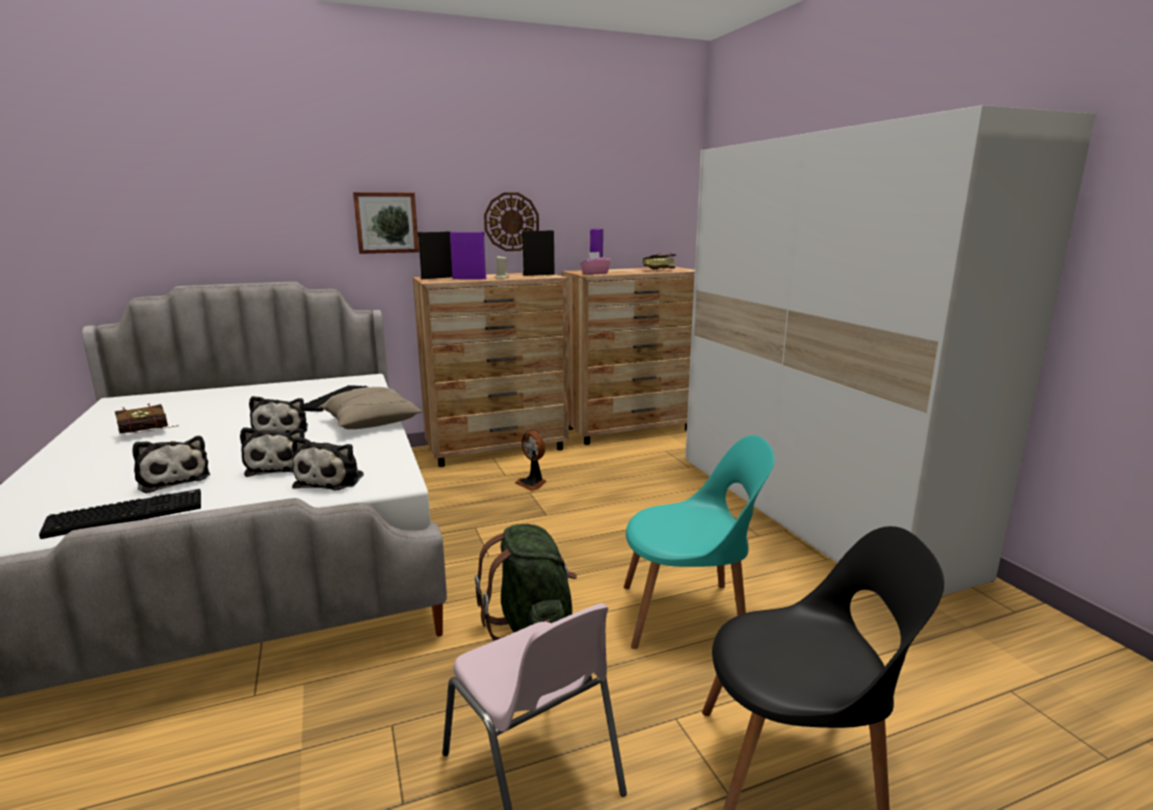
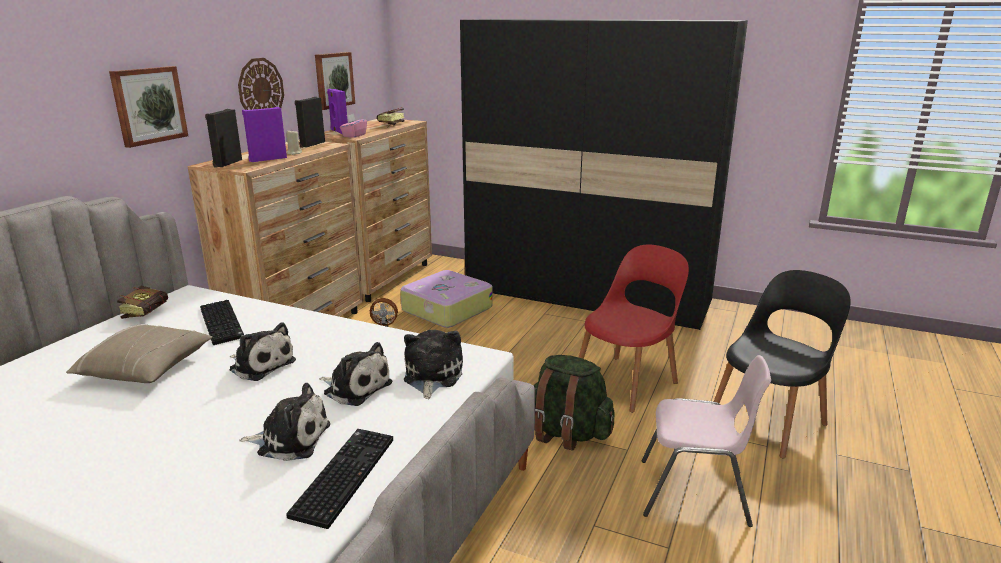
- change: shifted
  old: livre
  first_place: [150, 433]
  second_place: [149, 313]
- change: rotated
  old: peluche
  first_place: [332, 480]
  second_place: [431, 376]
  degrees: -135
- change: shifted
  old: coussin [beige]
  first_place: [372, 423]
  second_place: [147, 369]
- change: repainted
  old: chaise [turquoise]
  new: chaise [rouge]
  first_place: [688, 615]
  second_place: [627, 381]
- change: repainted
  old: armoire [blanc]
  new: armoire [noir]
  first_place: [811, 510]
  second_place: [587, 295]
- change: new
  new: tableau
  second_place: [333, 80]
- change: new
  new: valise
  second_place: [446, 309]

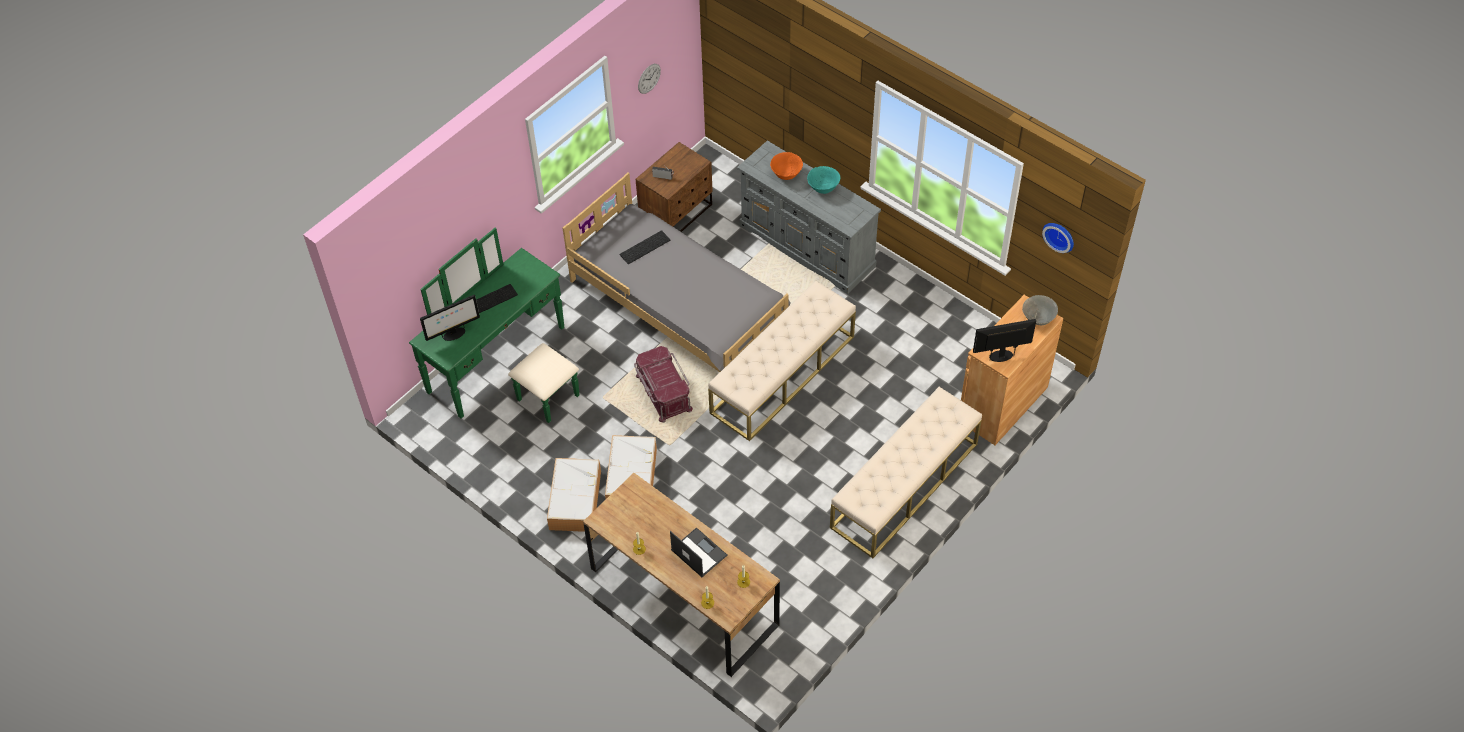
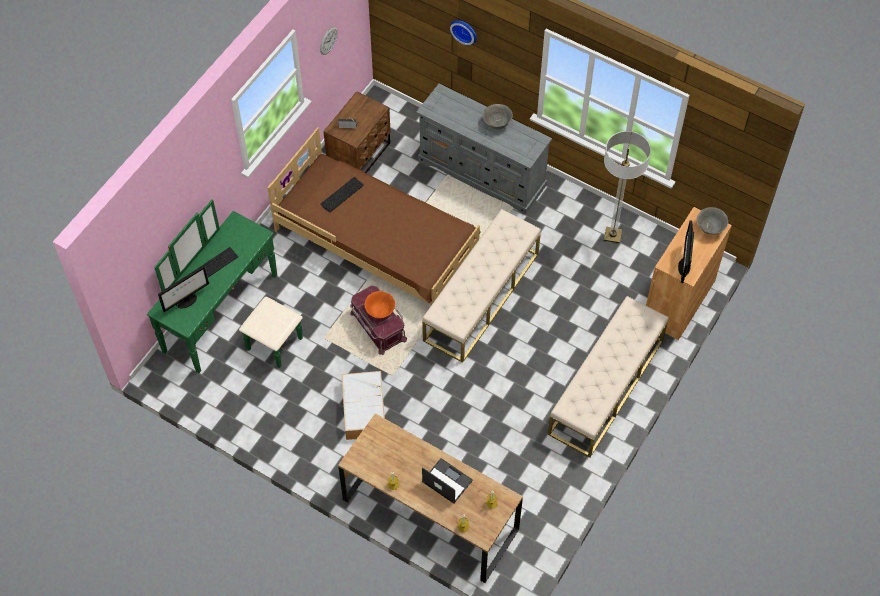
- change: gone
  old: boîte de rangement
  first_place: [575, 499]
- change: repainted
  old: lit [gris]
  new: lit [marron]
  first_place: [679, 305]
  second_place: [377, 242]
- change: shifted
  old: bol [orange]
  first_place: [786, 174]
  second_place: [380, 311]
- change: repainted
  old: bol [turquoise]
  new: bol [gris]
  first_place: [823, 188]
  second_place: [497, 124]
- change: rotated
  old: écran d'ordinateur
  first_place: [1001, 355]
  second_place: [684, 266]
  degrees: -60
- change: shifted
  old: horloge murale
  first_place: [1060, 235]
  second_place: [464, 30]
- change: new
  new: lampadaire
  second_place: [612, 235]

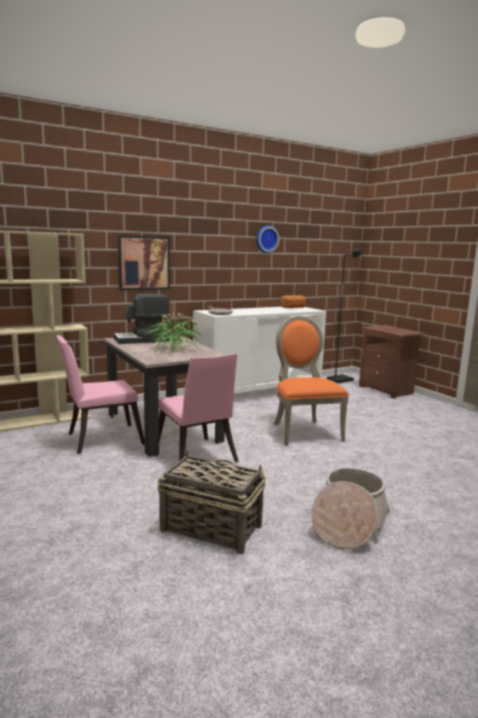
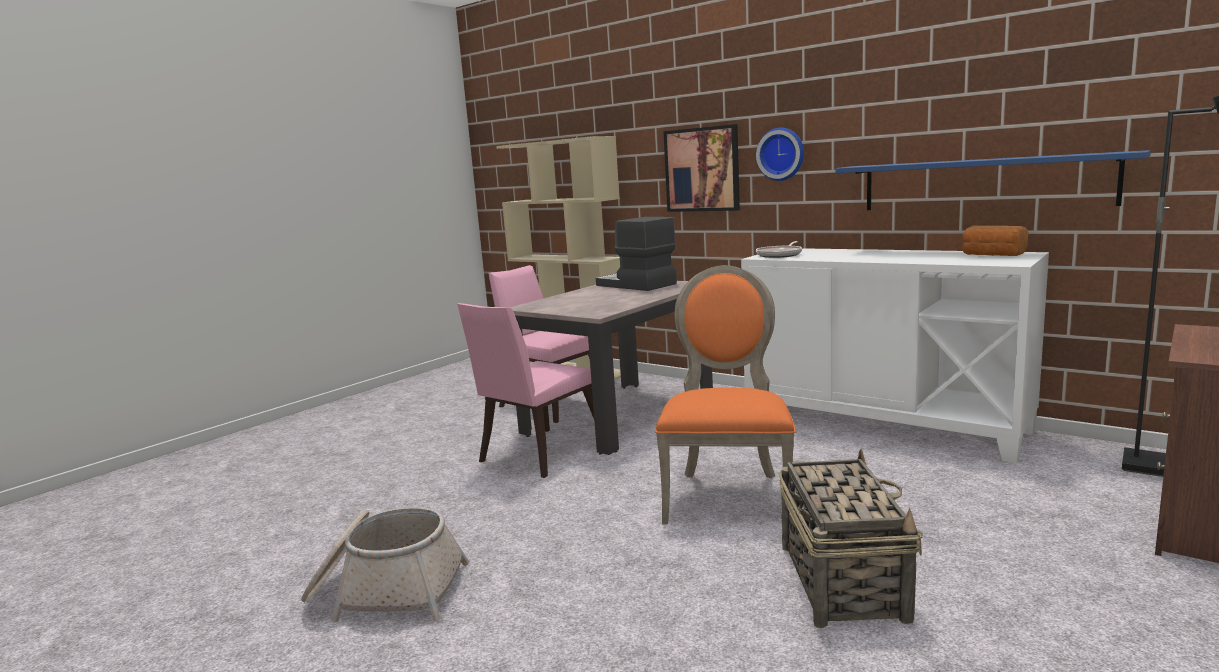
- change: gone
  old: plante en pot
  first_place: [174, 349]
- change: shifted
  old: panier
  first_place: [210, 527]
  second_place: [841, 580]
- change: shifted
  old: horloge murale
  first_place: [266, 239]
  second_place: [781, 154]
- change: rotated
  old: chaise [orange]
  first_place: [303, 431]
  second_place: [728, 495]
  degrees: -45
- change: new
  new: étagère [bleu]
  second_place: [983, 183]

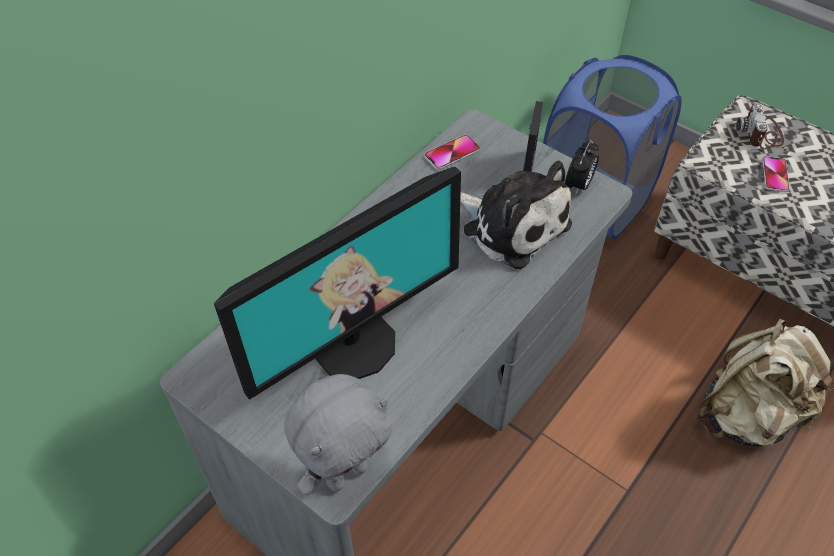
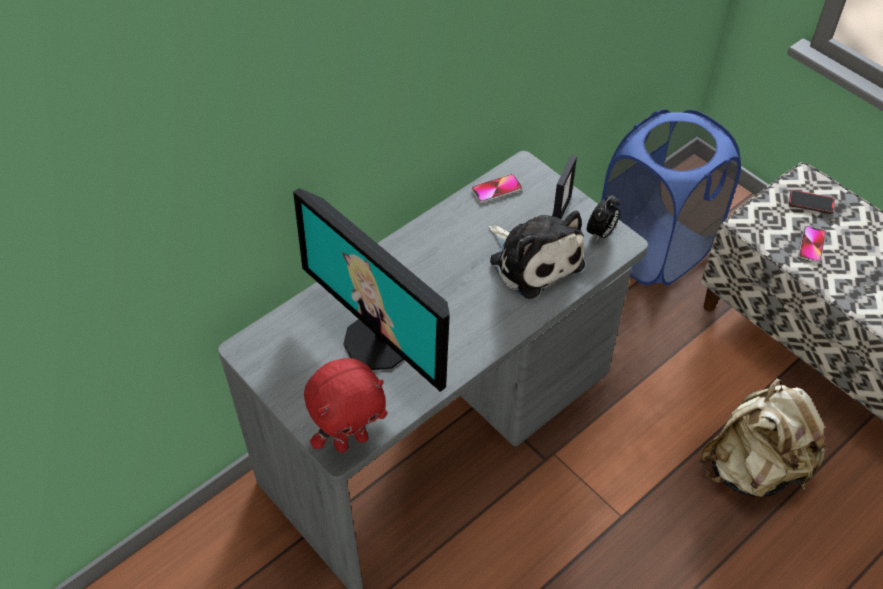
- change: rotated
  old: écran d'ordinateur
  first_place: [355, 344]
  second_place: [378, 342]
  degrees: 75
- change: repainted
  old: peluche [gris]
  new: peluche [rouge]
  first_place: [346, 473]
  second_place: [351, 440]
- change: swapped
  old: appareil photo
  new: téléphone
  first_place: [761, 134]
  second_place: [811, 203]

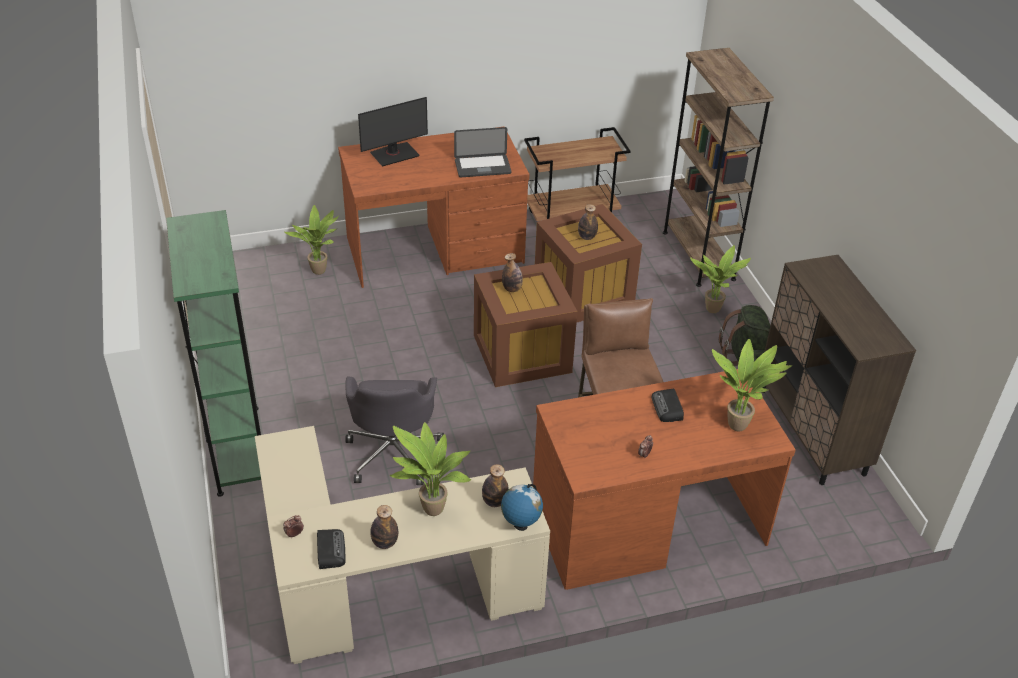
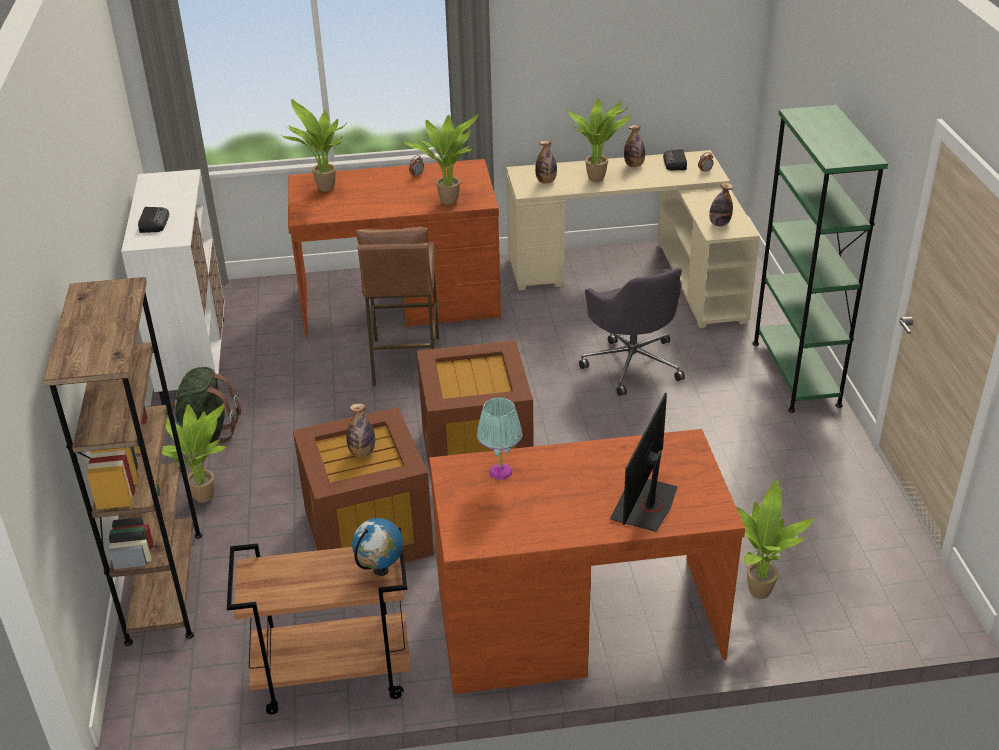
- change: rotated
  old: chaise de bureau [gris]
  first_place: [394, 452]
  second_place: [632, 363]
  degrees: 150
- change: rotated
  old: écran d'ordinateur
  first_place: [394, 154]
  second_place: [645, 504]
  degrees: -45
- change: swapped
  old: ordinateur portable
  new: lampe de table [turquoise]
  first_place: [482, 167]
  second_place: [500, 472]
- change: shifted
  old: globe
  first_place: [520, 525]
  second_place: [380, 570]
- change: shifted
  old: bouteille
  first_place: [512, 289]
  second_place: [719, 224]
- change: shifted
  old: radio
  first_place: [667, 408]
  second_place: [154, 223]
- change: repainted
  old: meuble de rangement [marron]
  new: meuble de rangement [blanc]
  first_place: [811, 431]
  second_place: [194, 360]
- change: new
  new: plante en pot
  second_place: [449, 200]

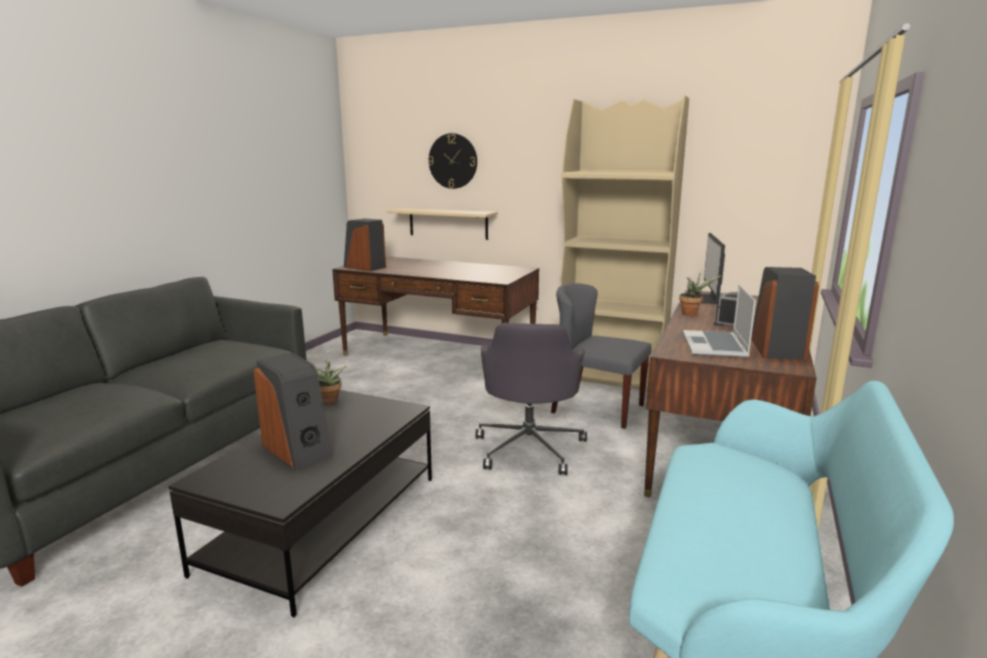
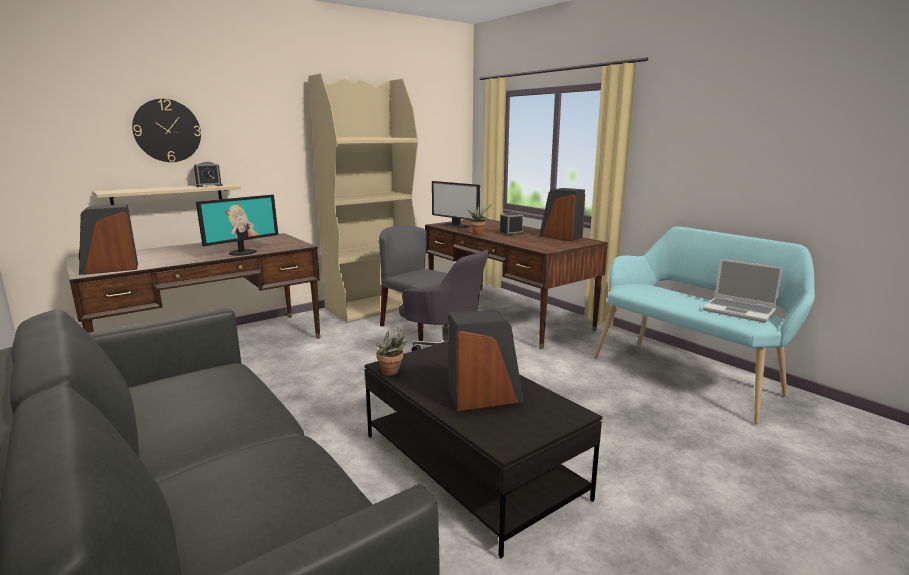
- change: rotated
  old: chaise [gris]
  first_place: [597, 408]
  second_place: [418, 326]
  degrees: 75
- change: shifted
  old: ordinateur portable
  first_place: [715, 346]
  second_place: [740, 311]
- change: new
  new: réveil
  second_place: [209, 185]
- change: new
  new: écran d'ordinateur
  second_place: [242, 252]

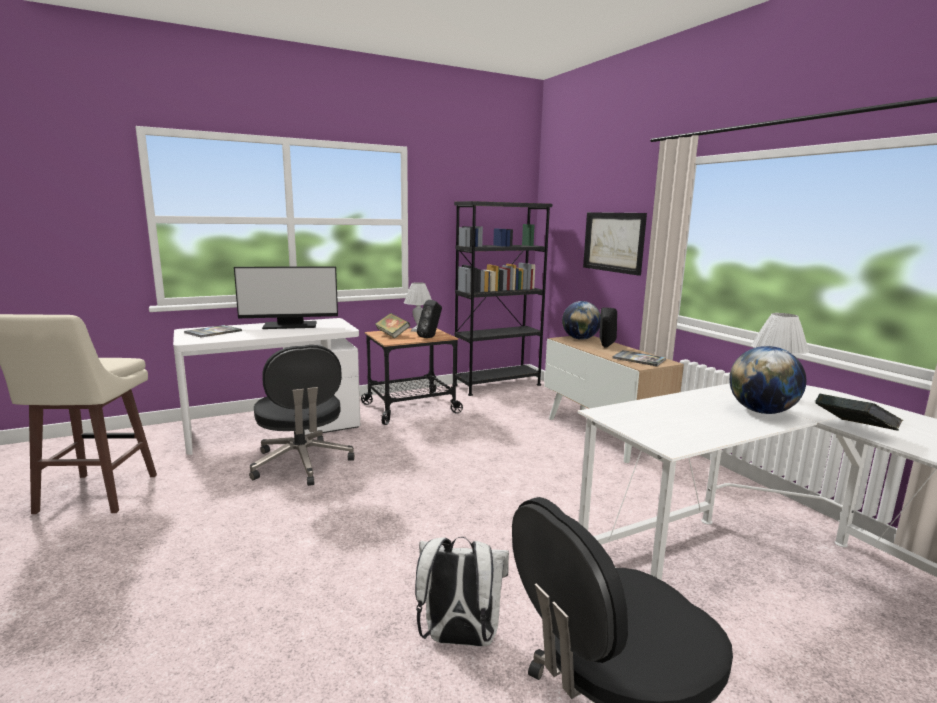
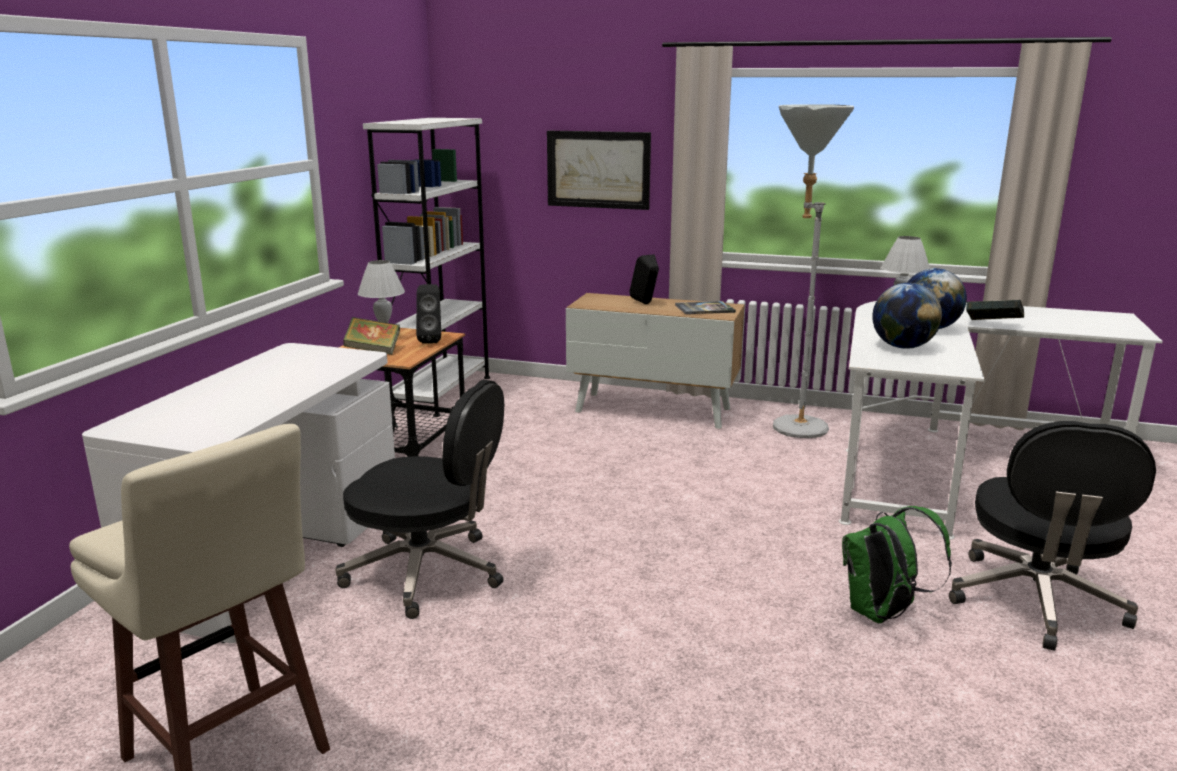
- change: gone
  old: livre
  first_place: [213, 332]
- change: gone
  old: écran d'ordinateur
  first_place: [290, 325]
- change: repainted
  old: sac à dos [blanc]
  new: sac à dos [vert]
  first_place: [459, 639]
  second_place: [882, 614]
- change: repainted
  old: bibliothèque [noir]
  new: bibliothèque [blanc]
  first_place: [497, 385]
  second_place: [441, 393]
- change: shifted
  old: globe
  first_place: [580, 339]
  second_place: [902, 347]
- change: new
  new: lampadaire [gris]
  second_place: [792, 424]

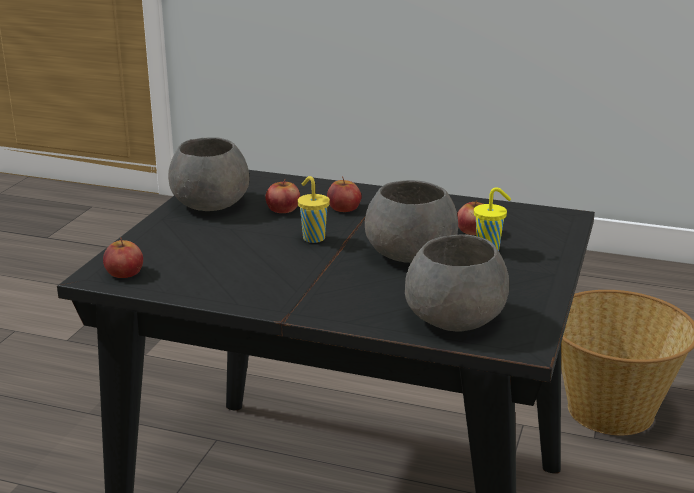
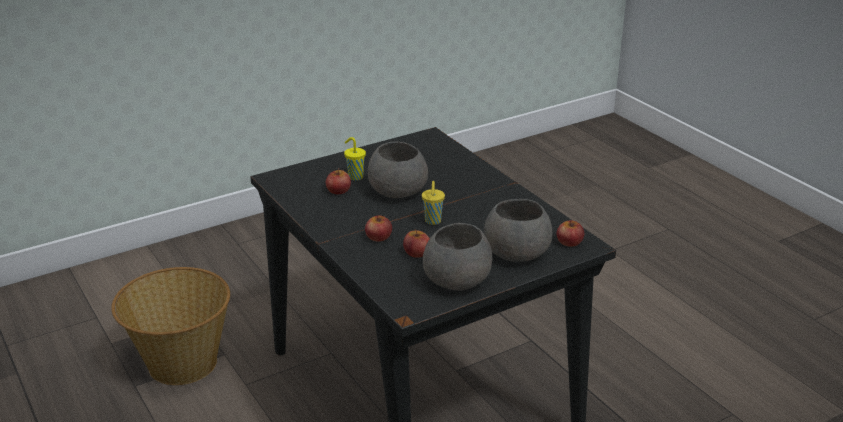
- change: shifted
  old: bol [gris]
  first_place: [456, 317]
  second_place: [515, 252]

